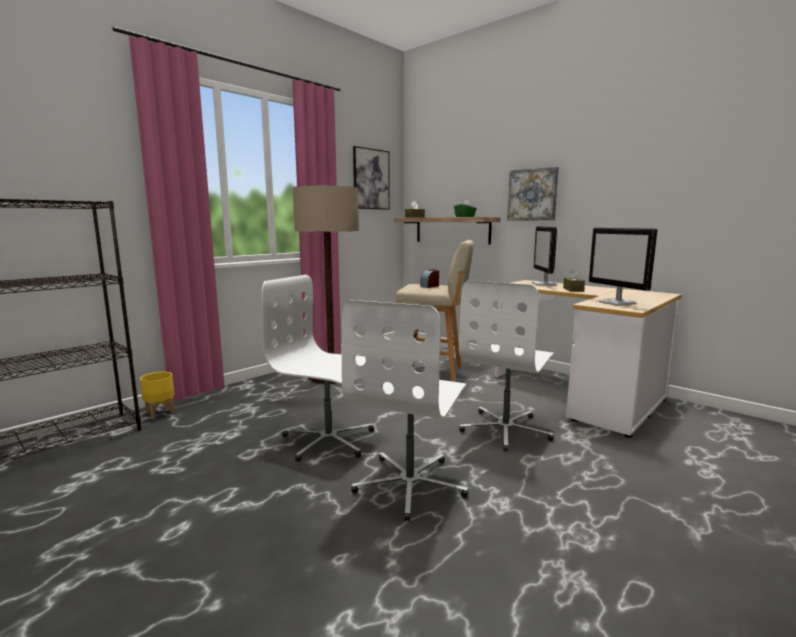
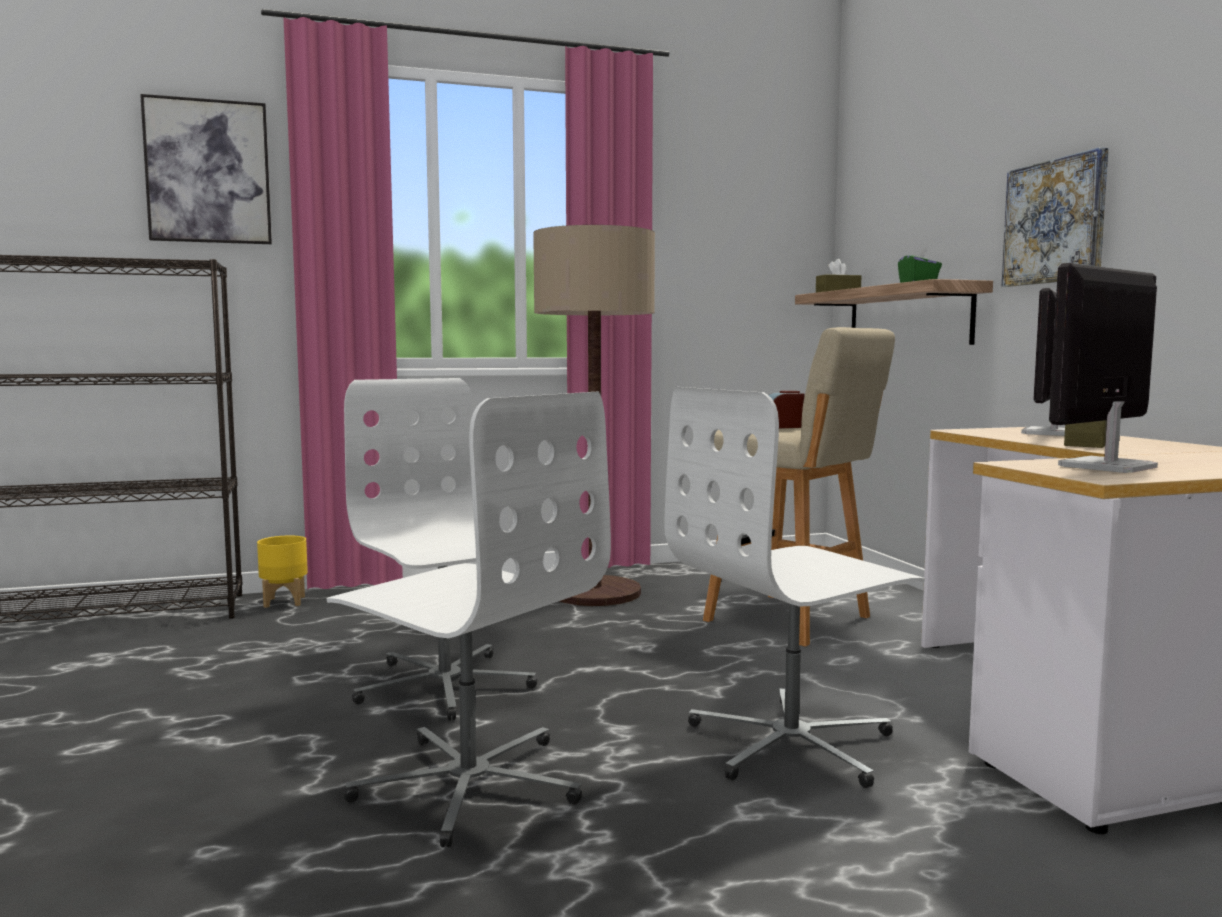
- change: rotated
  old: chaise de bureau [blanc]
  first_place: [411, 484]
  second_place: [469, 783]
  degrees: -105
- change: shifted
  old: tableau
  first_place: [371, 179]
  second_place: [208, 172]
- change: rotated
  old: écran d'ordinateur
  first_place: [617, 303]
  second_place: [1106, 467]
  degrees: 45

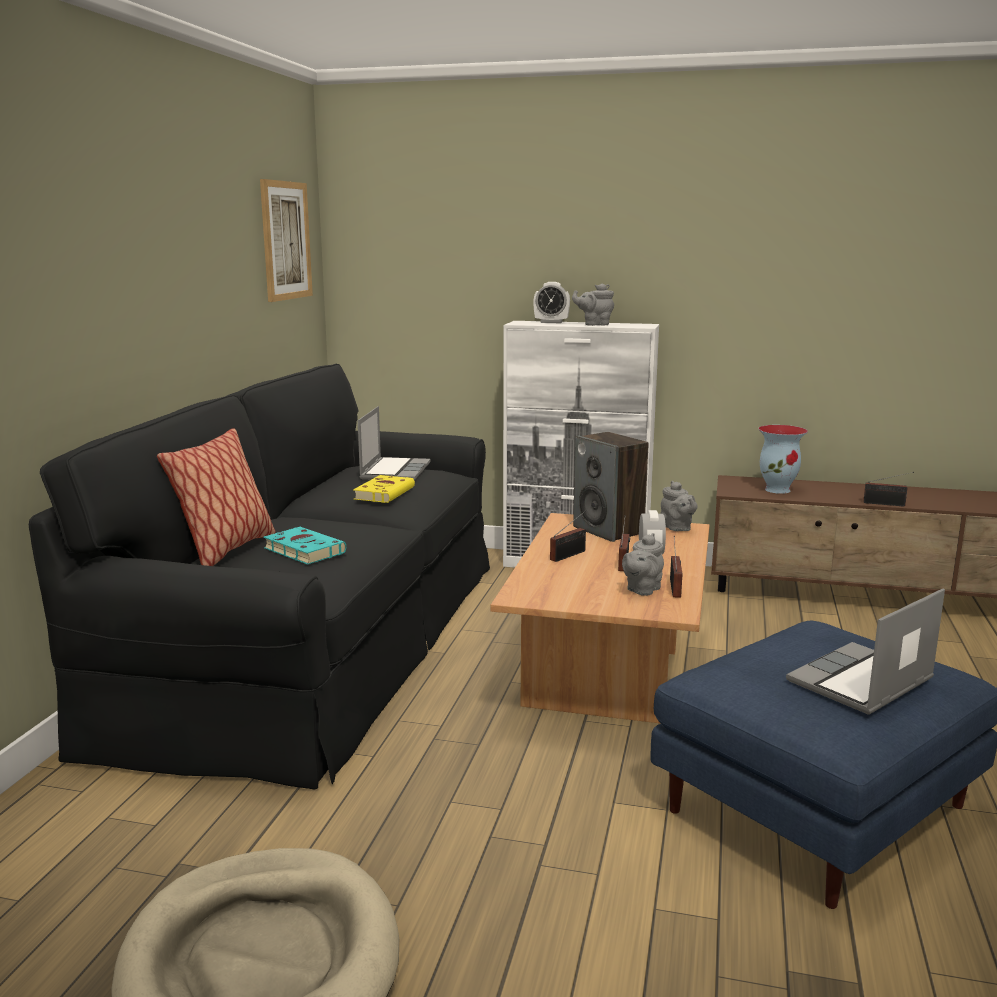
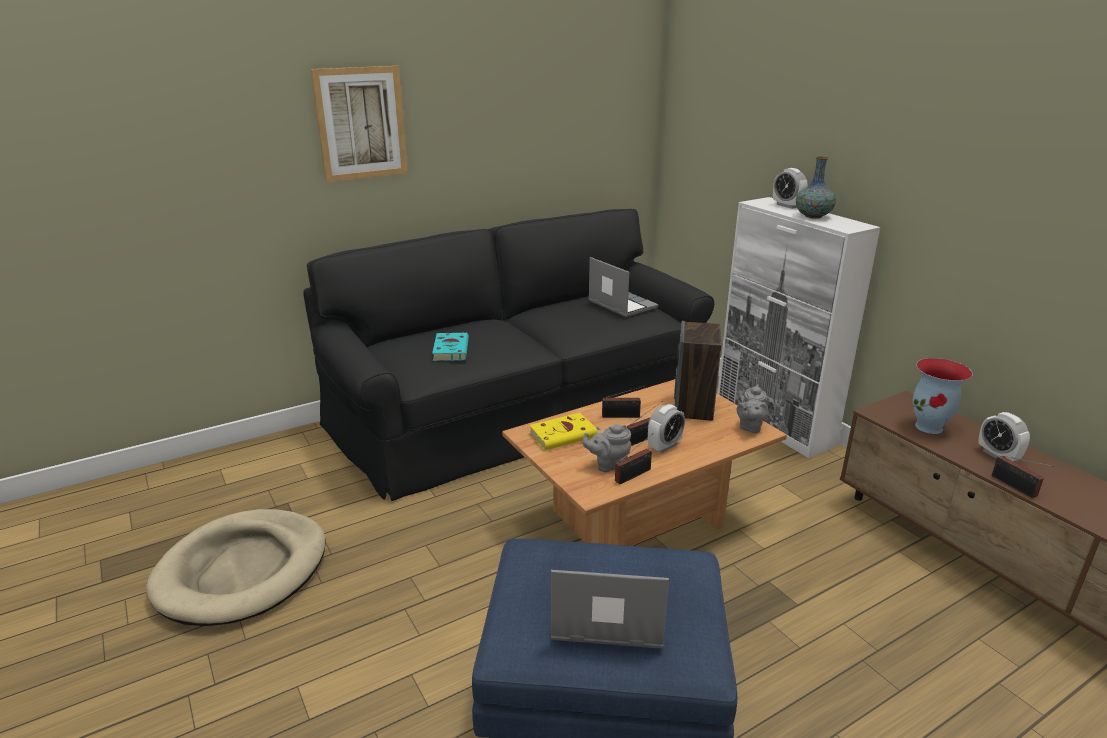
- change: gone
  old: coussin
  first_place: [226, 550]
- change: shifted
  old: tableau
  first_place: [286, 240]
  second_place: [361, 123]
- change: shifted
  old: livre [jaune]
  first_place: [385, 493]
  second_place: [564, 435]
- change: rotated
  old: ordinateur portable
  first_place: [394, 471]
  second_place: [621, 304]
  degrees: -90
- change: swapped
  old: théière [gris]
  new: vase
  first_place: [594, 324]
  second_place: [813, 216]
- change: new
  new: réveil
  second_place: [998, 455]

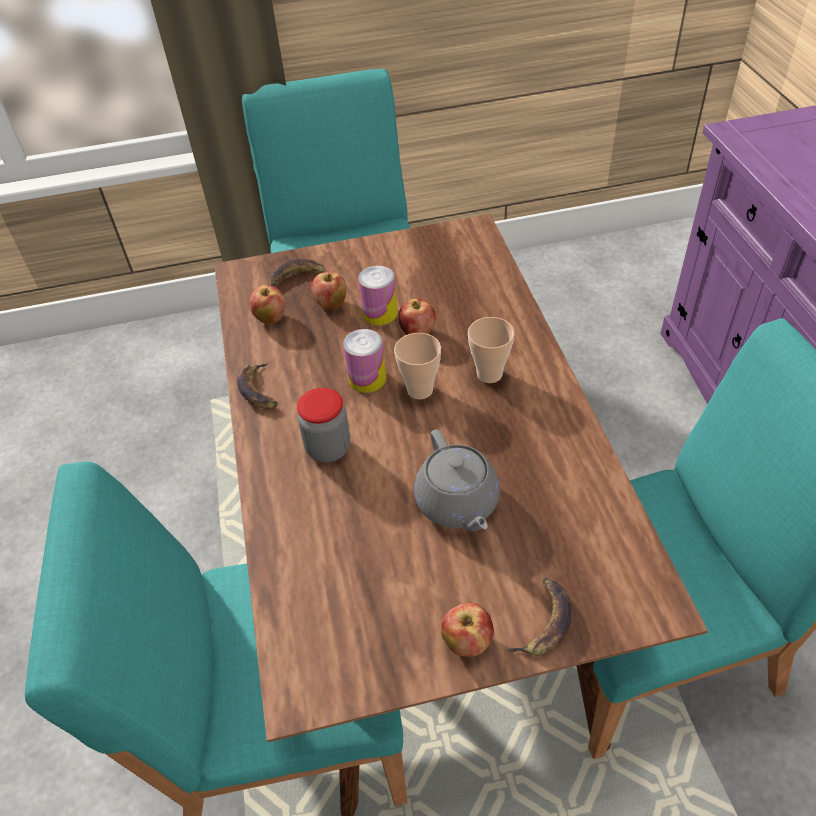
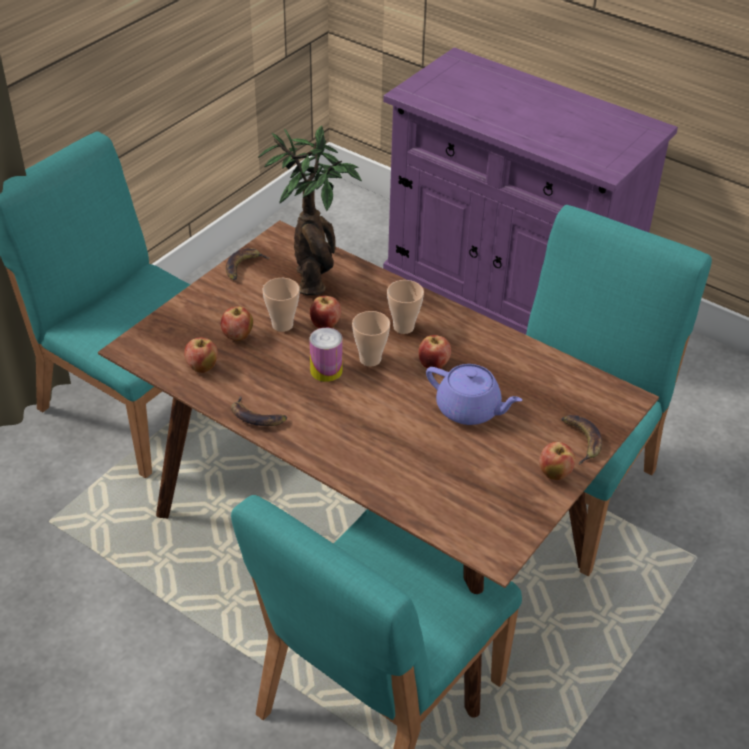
- change: shifted
  old: banane
  first_place: [298, 278]
  second_place: [243, 267]
- change: gone
  old: bocal
  first_place: [328, 448]
- change: swapped
  old: boîte métallique
  new: tasse
  first_place: [380, 313]
  second_place: [282, 325]
- change: repainted
  old: théière [gris]
  new: théière [violet]
  first_place: [457, 503]
  second_place: [469, 410]
- change: new
  new: plante en pot
  second_place: [314, 276]
- change: new
  new: pomme
  second_place: [433, 365]

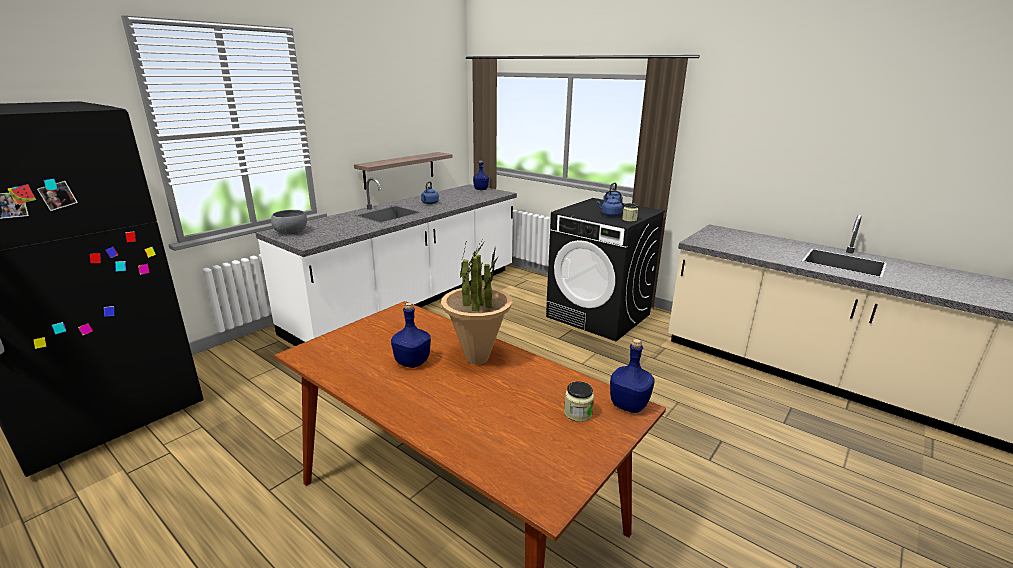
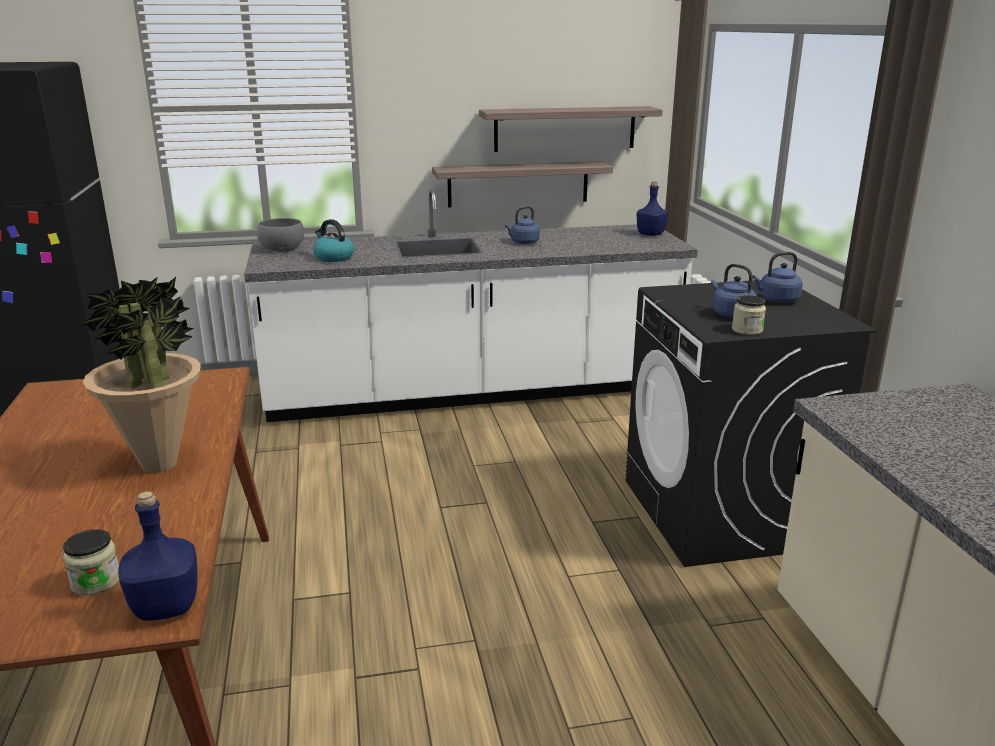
- change: gone
  old: bouteille [bleu]
  first_place: [413, 362]
- change: new
  new: bouilloire
  second_place: [333, 257]
- change: new
  new: étagère
  second_place: [565, 129]

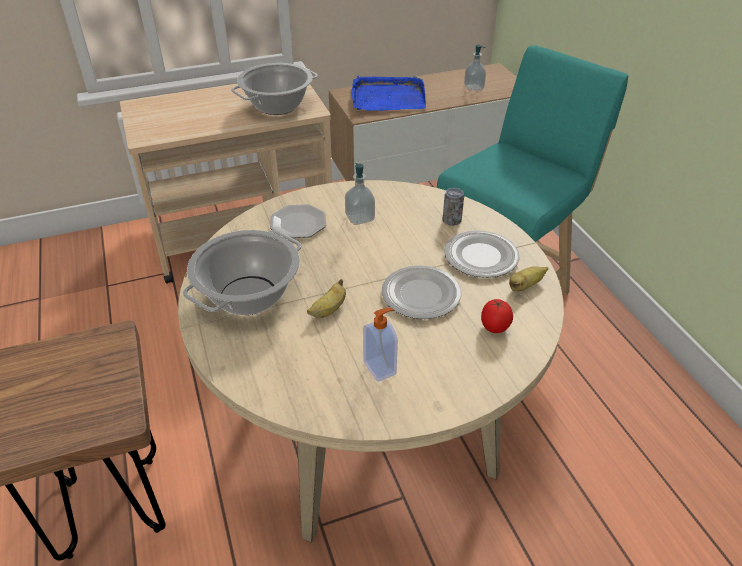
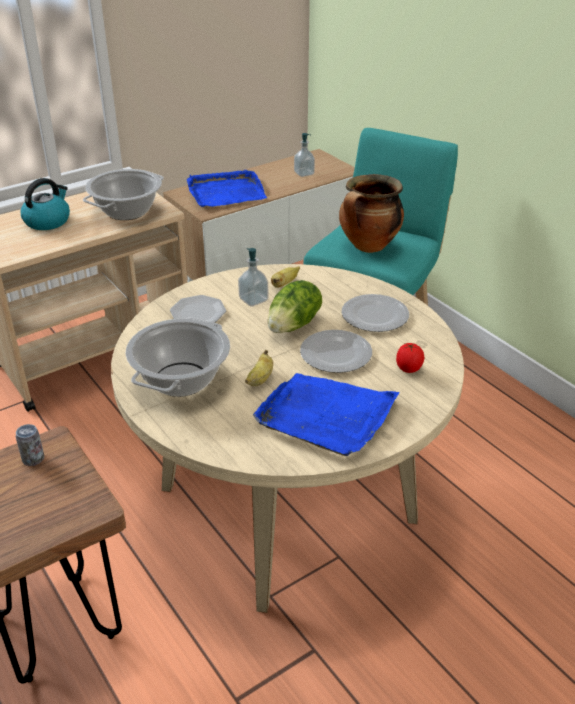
- change: swapped
  old: distributeur de savon
  new: plateau [bleu]
  first_place: [380, 368]
  second_place: [326, 416]
- change: shifted
  old: boîte métallique
  first_place: [451, 220]
  second_place: [33, 459]
- change: shifted
  old: banane
  first_place: [525, 286]
  second_place: [284, 284]
- change: new
  new: bouilloire
  second_place: [48, 221]
- change: new
  new: laitue
  second_place: [294, 325]
- change: new
  new: marmite
  second_place: [368, 247]

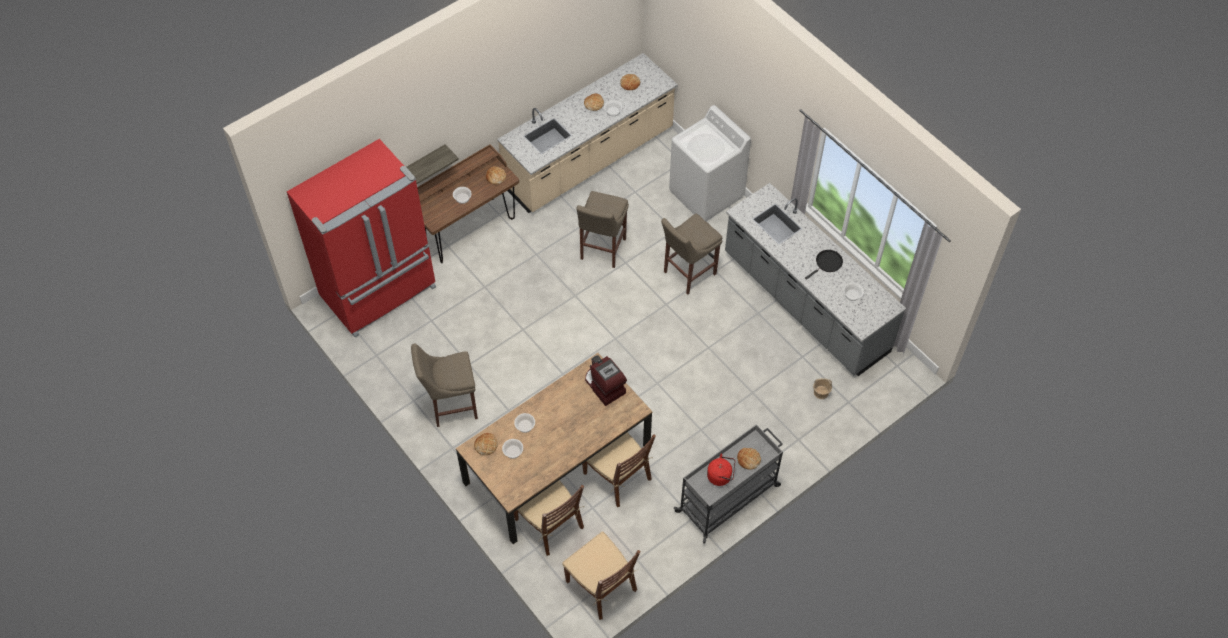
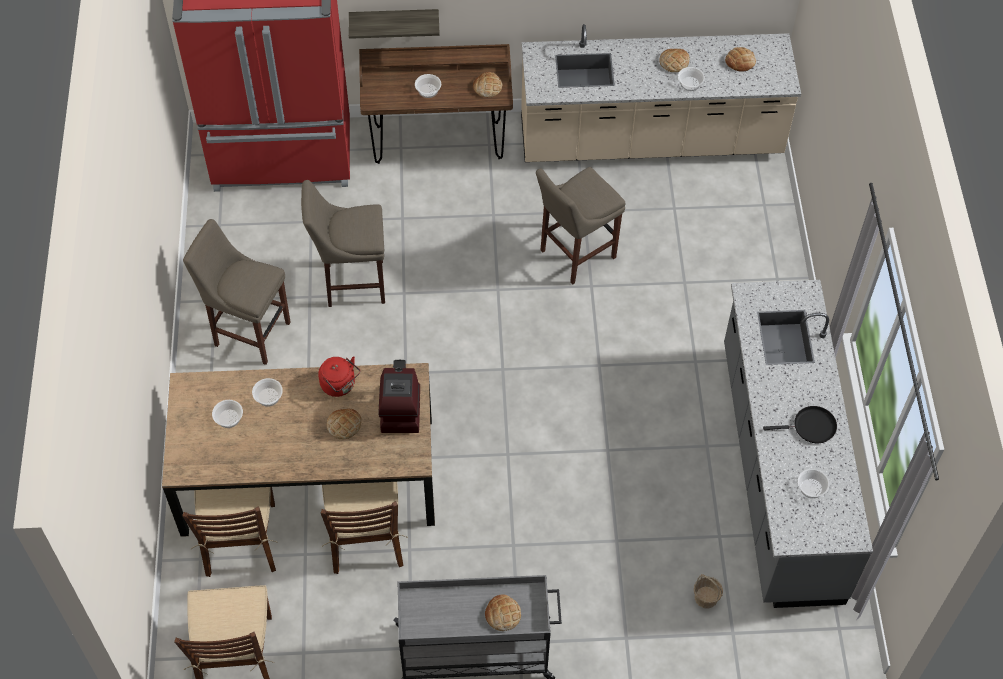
- change: shifted
  old: pain
  first_place: [486, 445]
  second_place: [344, 425]
- change: shifted
  old: tabouret [beige]
  first_place: [687, 274]
  second_place: [351, 283]
- change: gone
  old: lave-linge [blanc]
  first_place: [706, 194]
- change: shifted
  old: bouilloire [rouge]
  first_place: [721, 476]
  second_place: [340, 385]

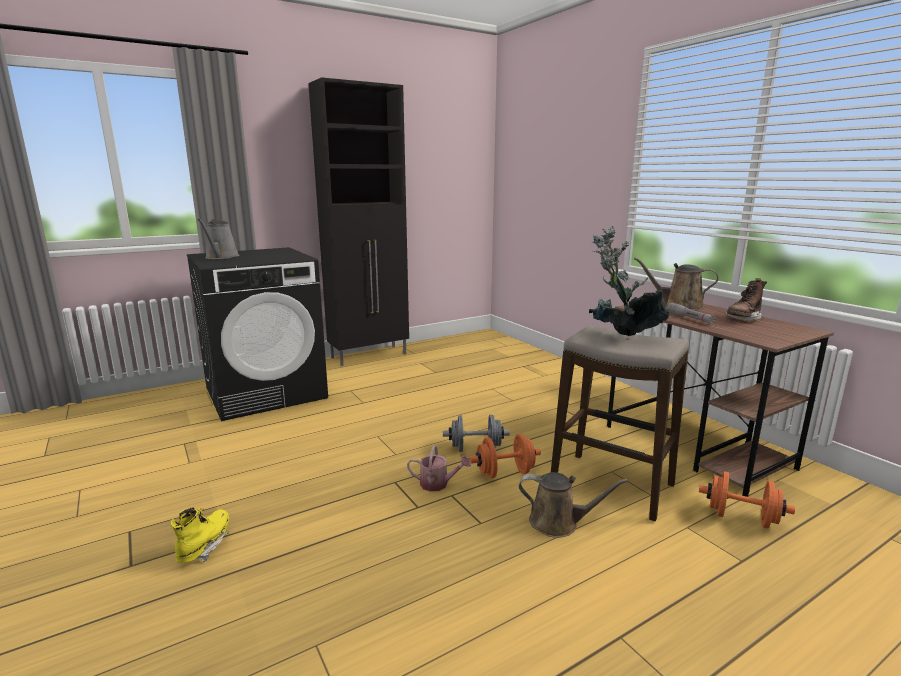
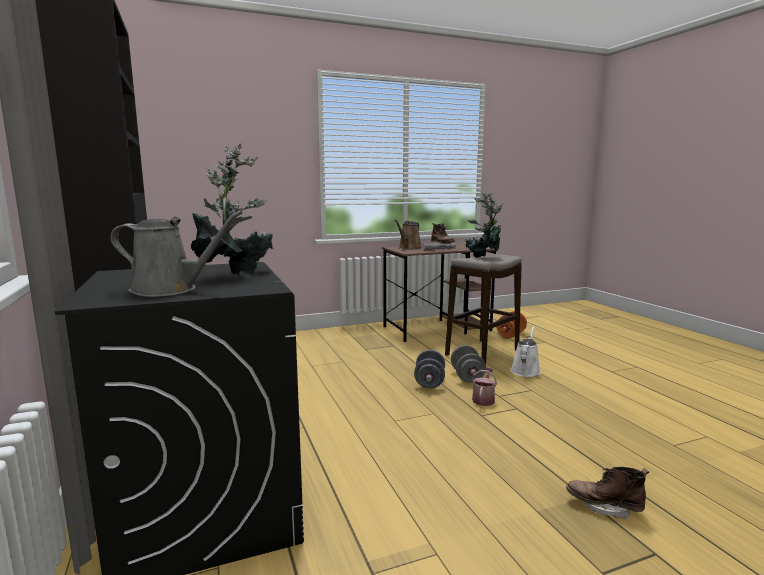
- change: repainted
  old: botte [jaune]
  new: botte [marron]
  first_place: [205, 546]
  second_place: [604, 507]
- change: repainted
  old: haltère [orange]
  new: haltère [gris]
  first_place: [505, 473]
  second_place: [467, 377]
- change: repainted
  old: arrosoir [marron]
  new: arrosoir [blanc]
  first_place: [558, 523]
  second_place: [525, 370]
- change: new
  new: plante en pot
  second_place: [236, 274]

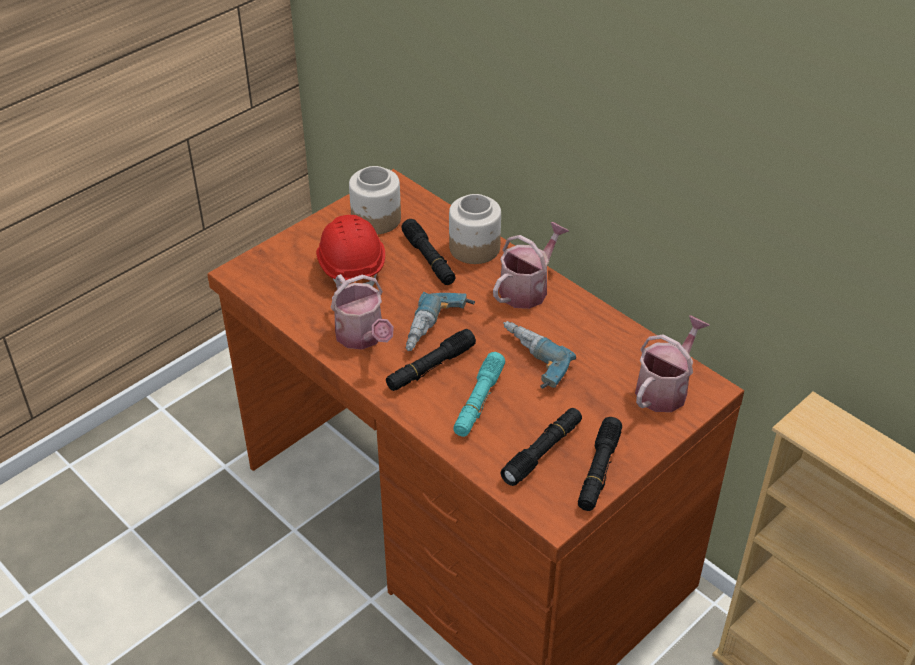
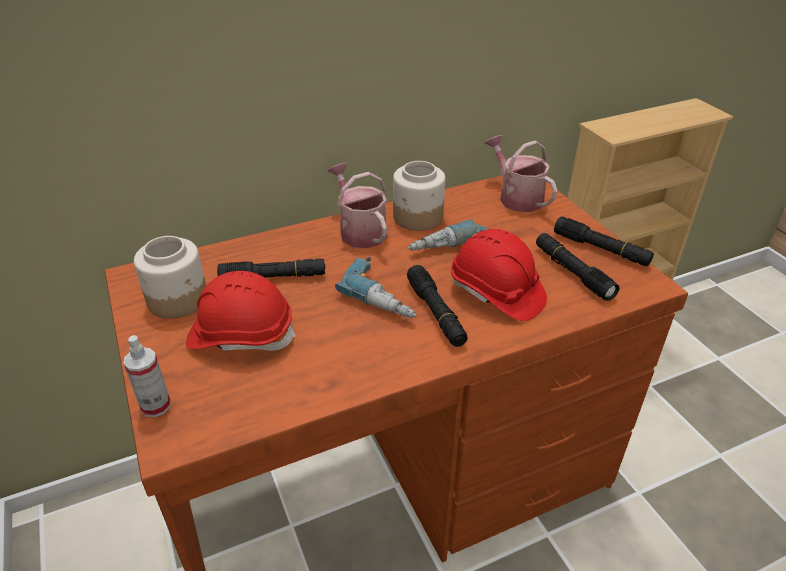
- change: gone
  old: arrosoir
  first_place: [363, 337]
- change: shifted
  old: bocal
  first_place: [474, 248]
  second_place: [418, 217]
- change: swapped
  old: lampe de poche [turquoise]
  new: casque de chantier [rouge]
  first_place: [478, 401]
  second_place: [496, 293]
- change: new
  new: vaporisateur
  second_place: [156, 406]

